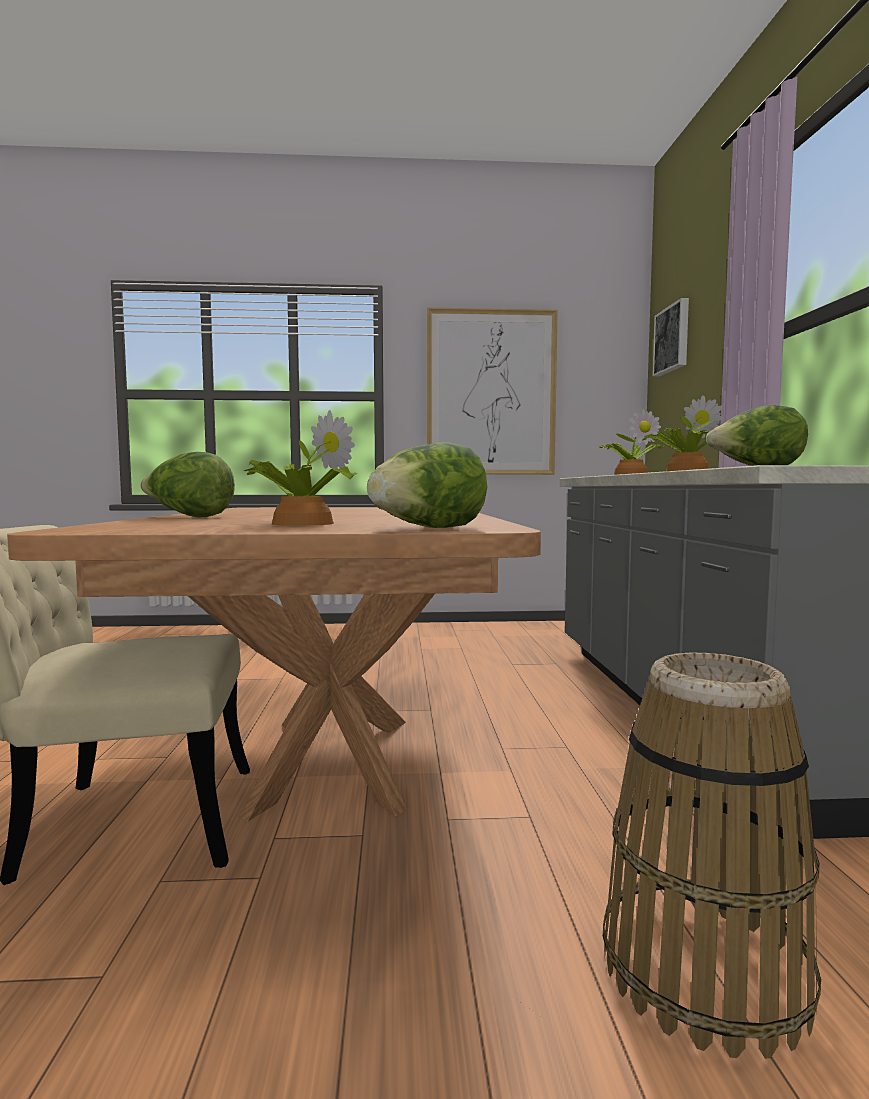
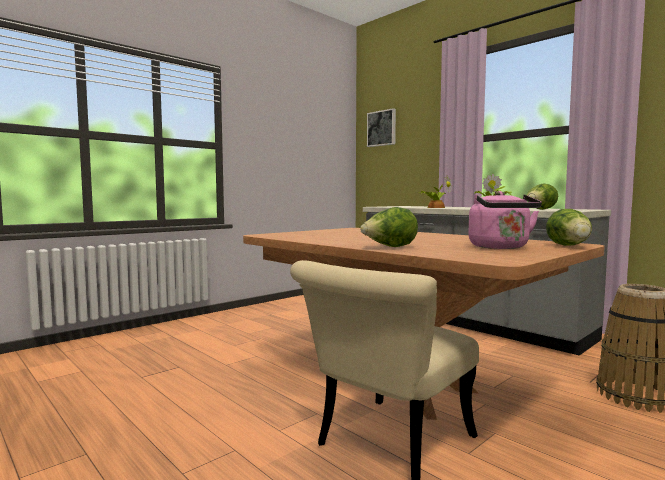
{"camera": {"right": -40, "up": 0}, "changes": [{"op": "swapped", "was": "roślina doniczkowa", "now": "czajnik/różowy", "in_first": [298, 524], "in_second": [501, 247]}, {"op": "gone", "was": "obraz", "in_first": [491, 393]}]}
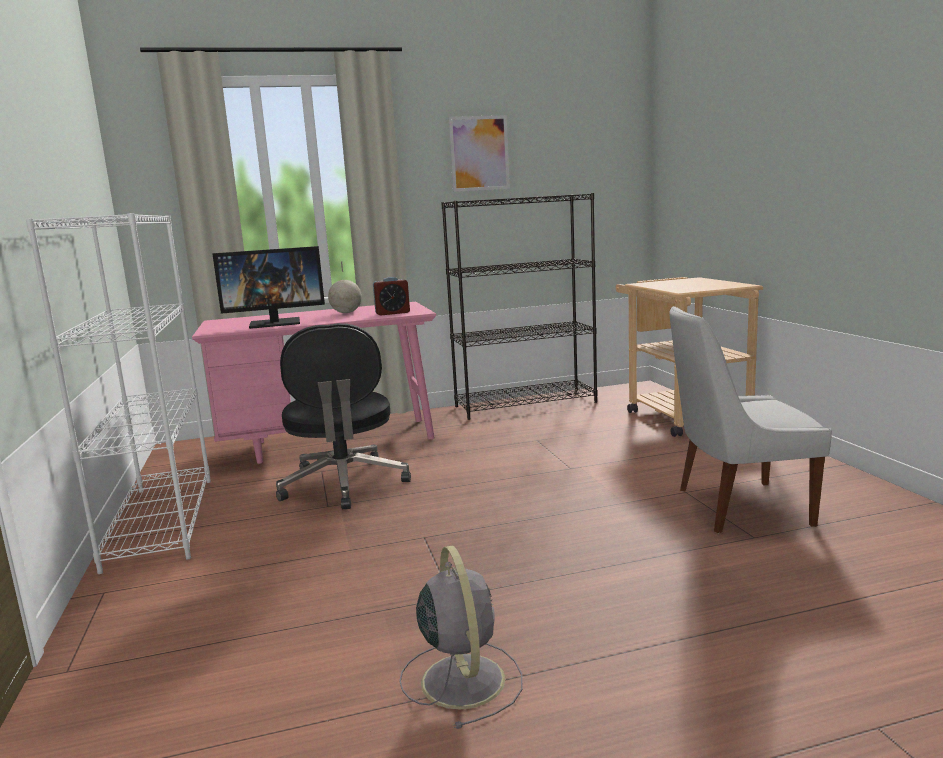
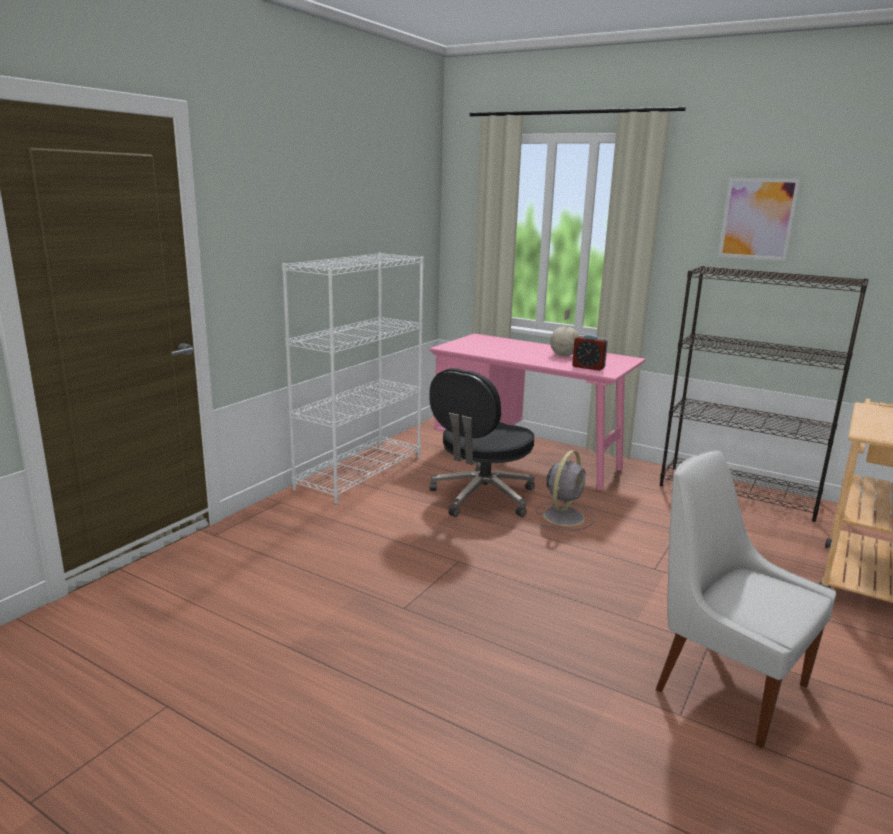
{"camera": {"right": 45, "up": 5}, "changes": [{"op": "gone", "was": "monitor", "in_first": [275, 323]}, {"op": "shifted", "was": "wentylator/szary", "in_first": [462, 678], "in_second": [564, 516]}]}
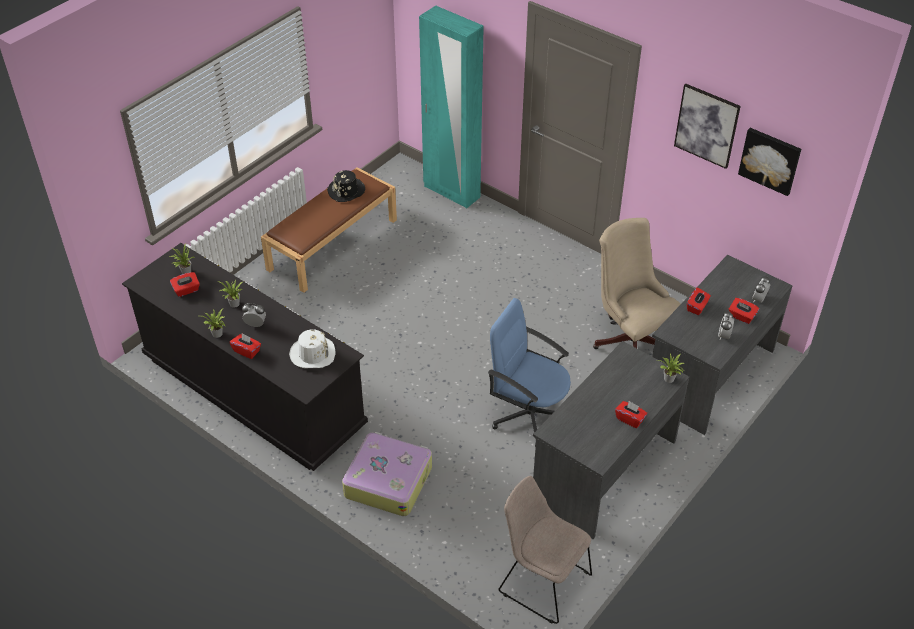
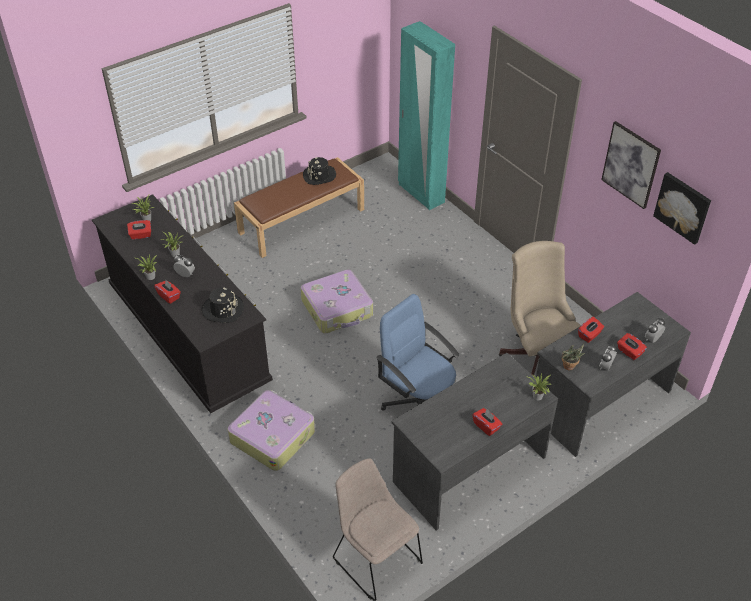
{"camera": {"right": 15, "up": 0}, "changes": [{"op": "repainted", "was": "kapelusz/biały", "now": "kapelusz/czarny", "in_first": [312, 354], "in_second": [223, 309]}, {"op": "new", "now": "walizka", "in_second": [338, 309]}, {"op": "new", "now": "roślina doniczkowa", "in_second": [570, 367]}]}
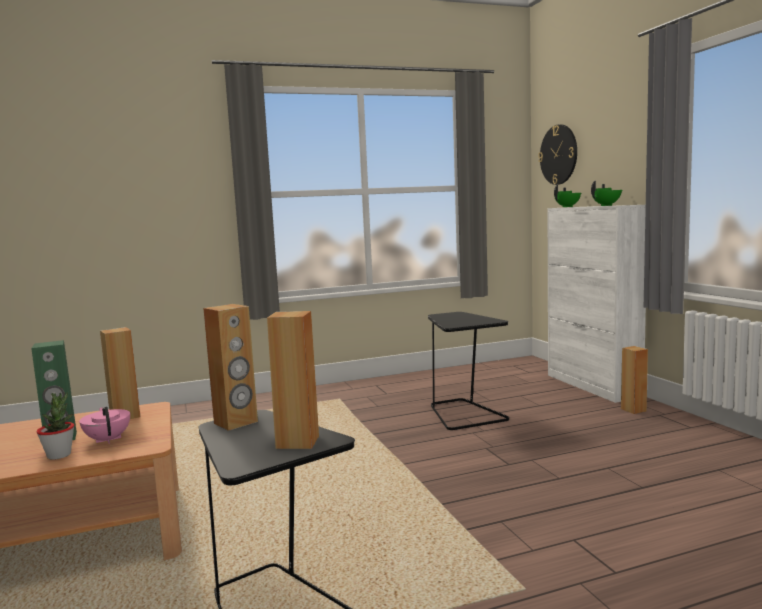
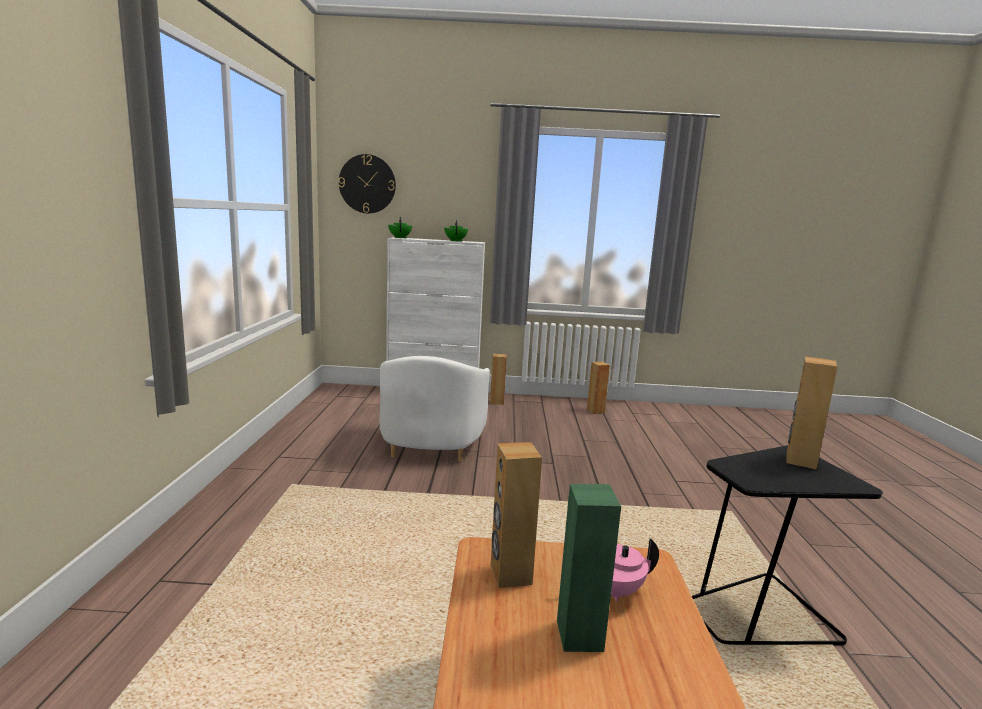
{"camera": {"right": -70, "up": 5}, "changes": [{"op": "gone", "was": "roślina doniczkowa", "in_first": [59, 455]}, {"op": "shifted", "was": "głośnik/brązowy", "in_first": [236, 422], "in_second": [595, 411]}, {"op": "swapped", "was": "stolik/czarny", "now": "fotel/biały", "in_first": [463, 414], "in_second": [431, 446]}]}
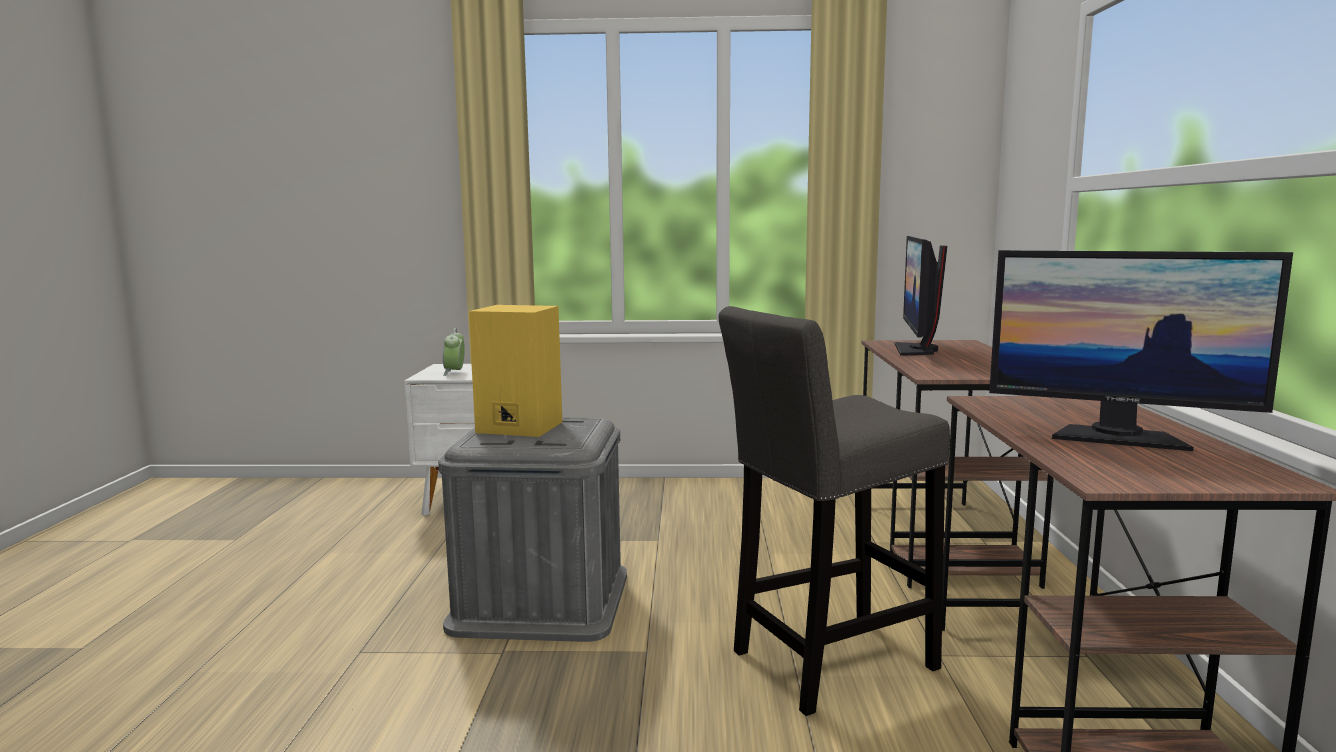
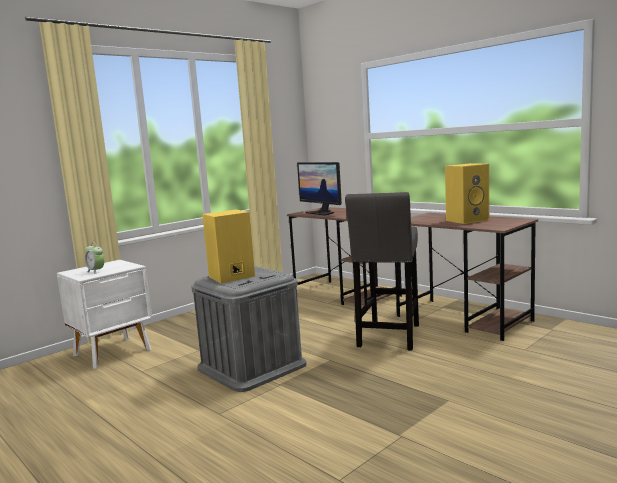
{"camera": {"right": -45, "up": 0}, "changes": [{"op": "swapped", "was": "monitor", "now": "głośnik/żółty", "in_first": [1117, 437], "in_second": [467, 220]}]}
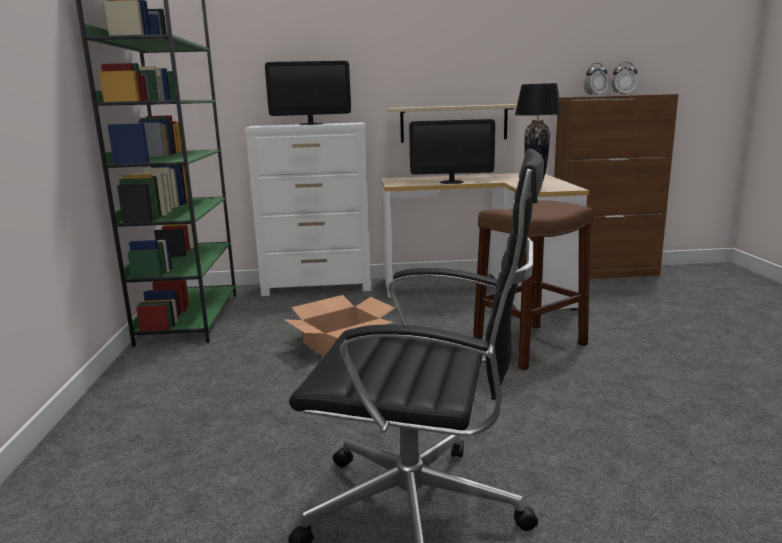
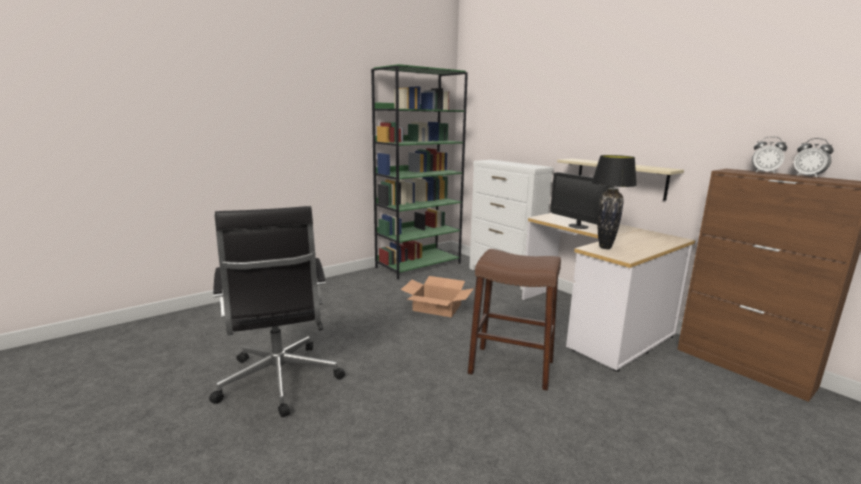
{"camera": {"right": 55, "up": 0}, "changes": [{"op": "gone", "was": "monitor", "in_first": [310, 124]}]}
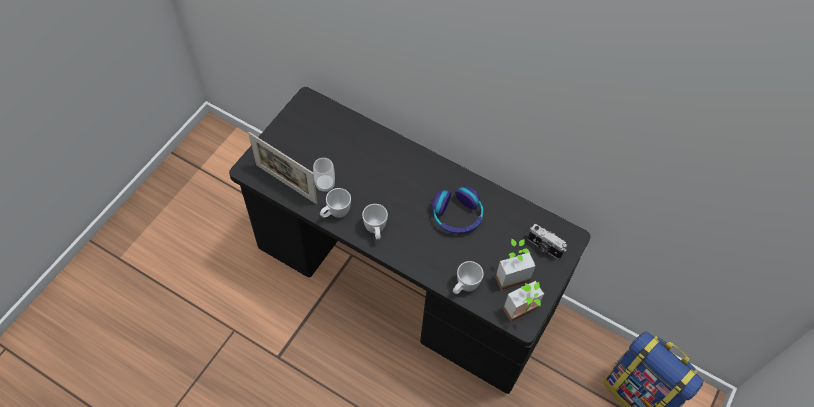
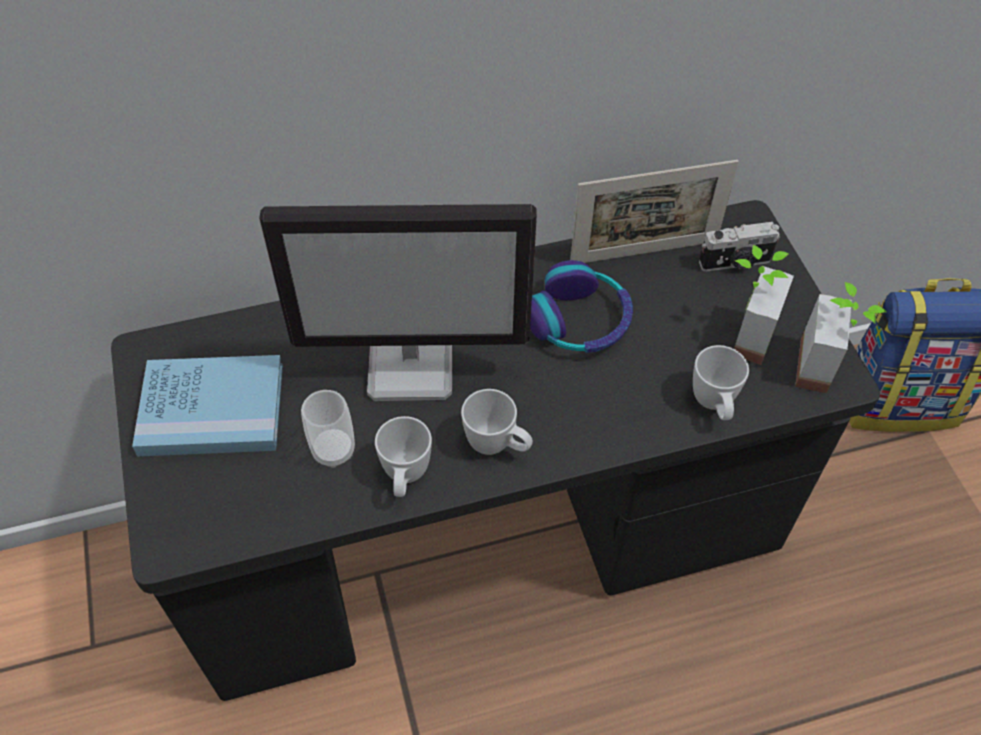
{"camera": {"right": -45, "up": -5}, "changes": [{"op": "shifted", "was": "ramka na zdjęcie", "in_first": [286, 184], "in_second": [644, 252]}, {"op": "new", "now": "książka/niebieski", "in_second": [212, 409]}, {"op": "new", "now": "monitor", "in_second": [413, 366]}]}
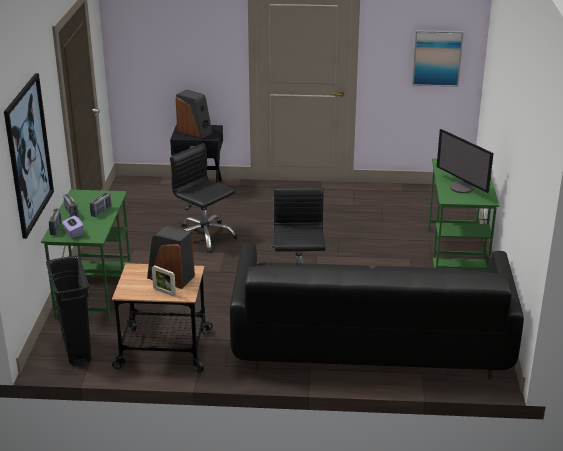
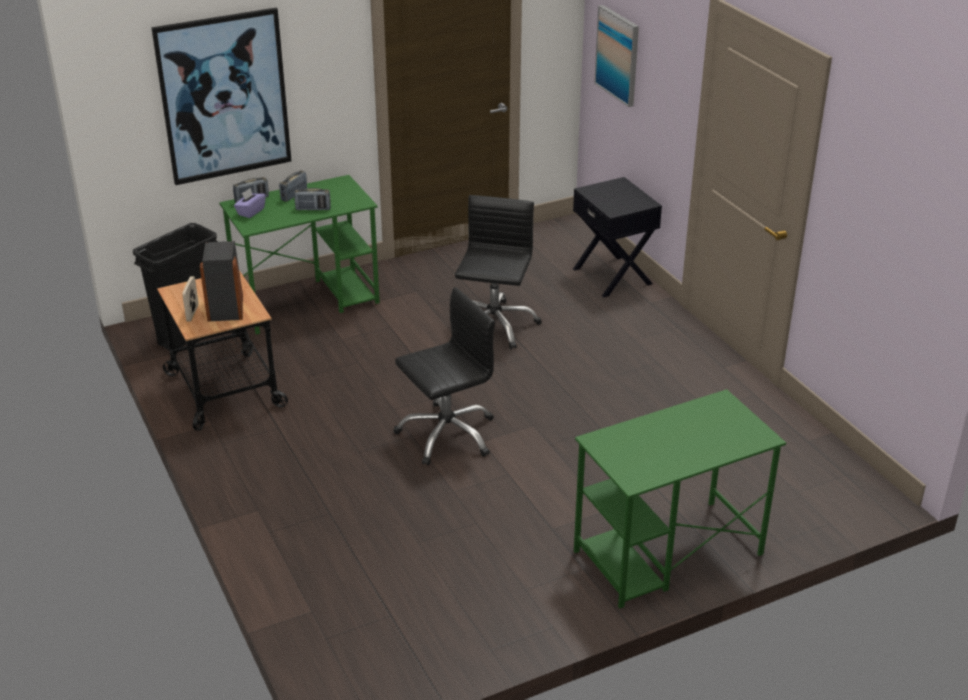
{"camera": {"right": 60, "up": 5}, "changes": [{"op": "gone", "was": "głośnik", "in_first": [195, 132]}, {"op": "gone", "was": "kanapa/czarny", "in_first": [370, 344]}, {"op": "shifted", "was": "obraz", "in_first": [437, 58], "in_second": [618, 55]}, {"op": "gone", "was": "monitor", "in_first": [462, 188]}]}
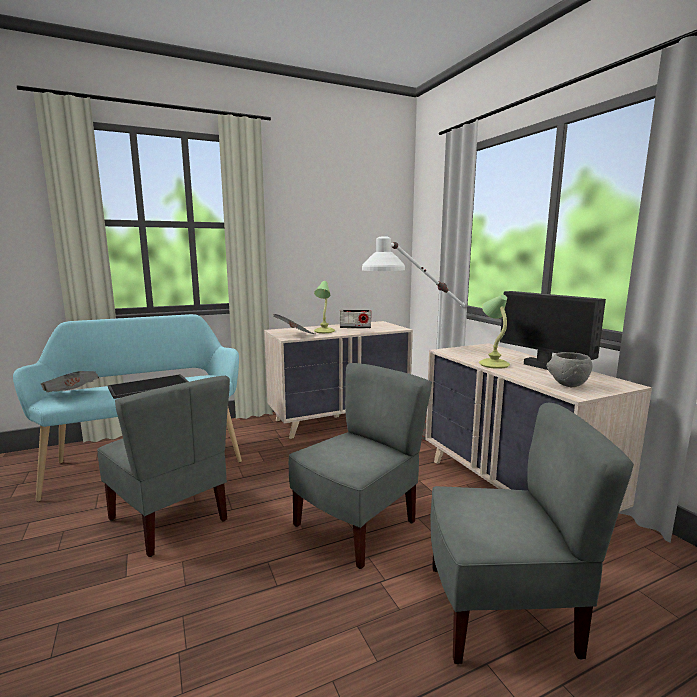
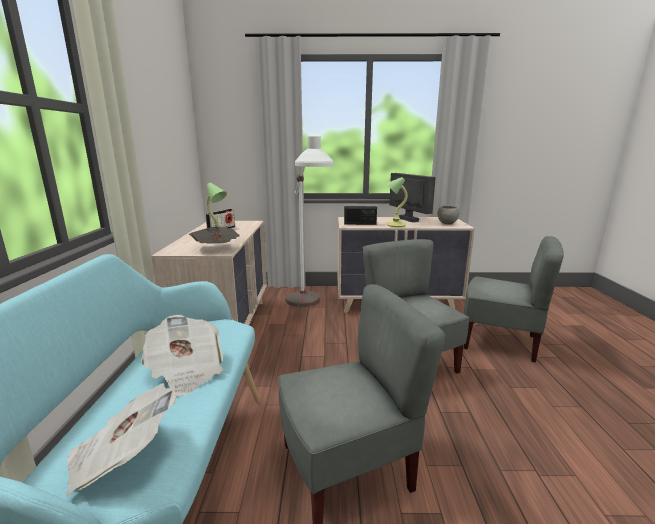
{"camera": {"right": -65, "up": 5}, "changes": [{"op": "swapped", "was": "taca", "now": "gazeta", "in_first": [149, 387], "in_second": [186, 371]}, {"op": "rotated", "was": "krzesło/szary", "in_first": [501, 612], "in_second": [500, 341], "clockwise": 90}, {"op": "rotated", "was": "monitor", "in_first": [544, 366], "in_second": [407, 220], "clockwise": -105}, {"op": "new", "now": "radio", "in_second": [360, 224]}]}
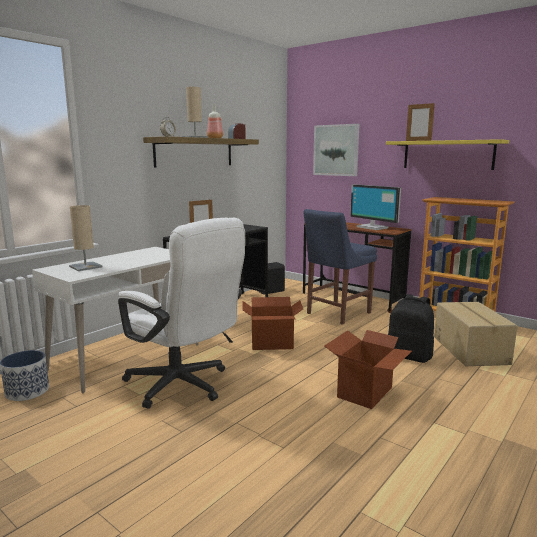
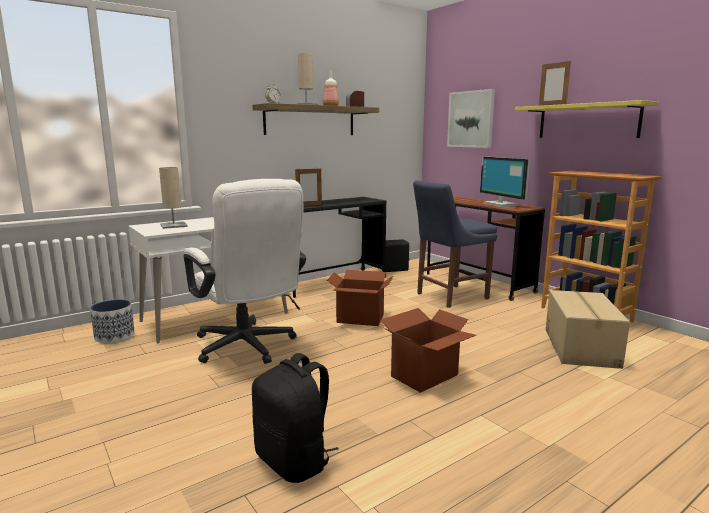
{"camera": {"right": 15, "up": 0}, "changes": [{"op": "shifted", "was": "plecak/czarny", "in_first": [409, 356], "in_second": [294, 461]}]}
